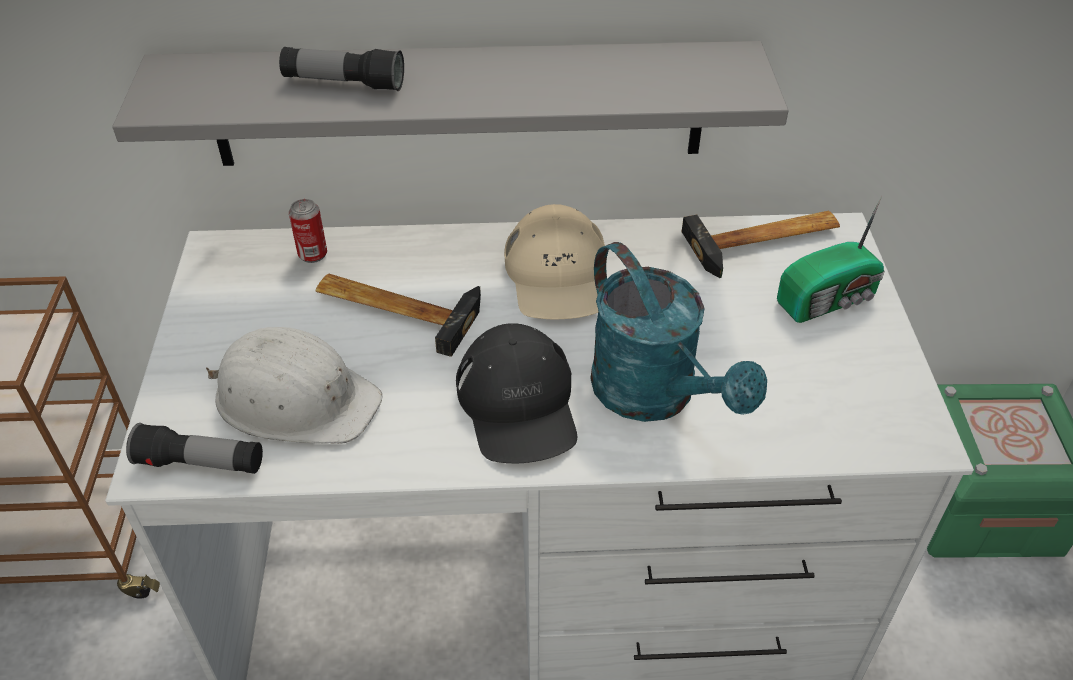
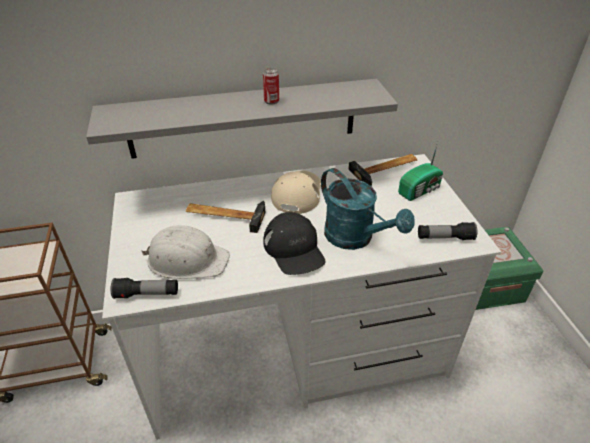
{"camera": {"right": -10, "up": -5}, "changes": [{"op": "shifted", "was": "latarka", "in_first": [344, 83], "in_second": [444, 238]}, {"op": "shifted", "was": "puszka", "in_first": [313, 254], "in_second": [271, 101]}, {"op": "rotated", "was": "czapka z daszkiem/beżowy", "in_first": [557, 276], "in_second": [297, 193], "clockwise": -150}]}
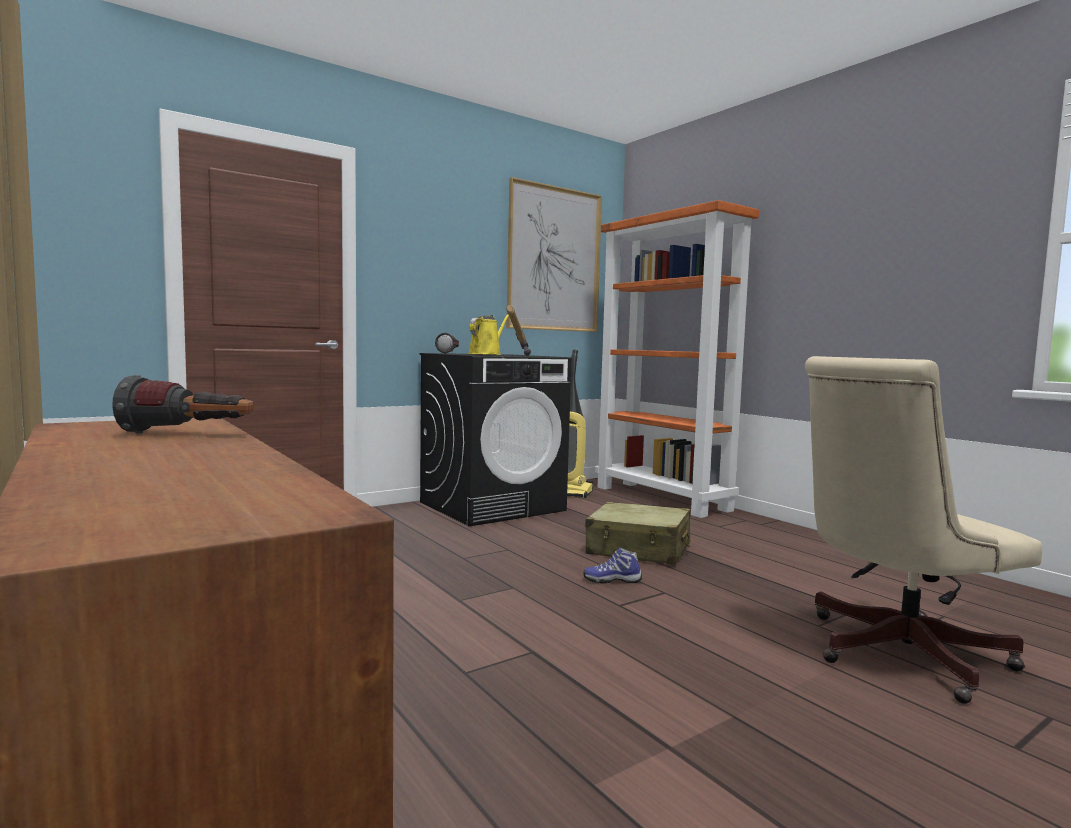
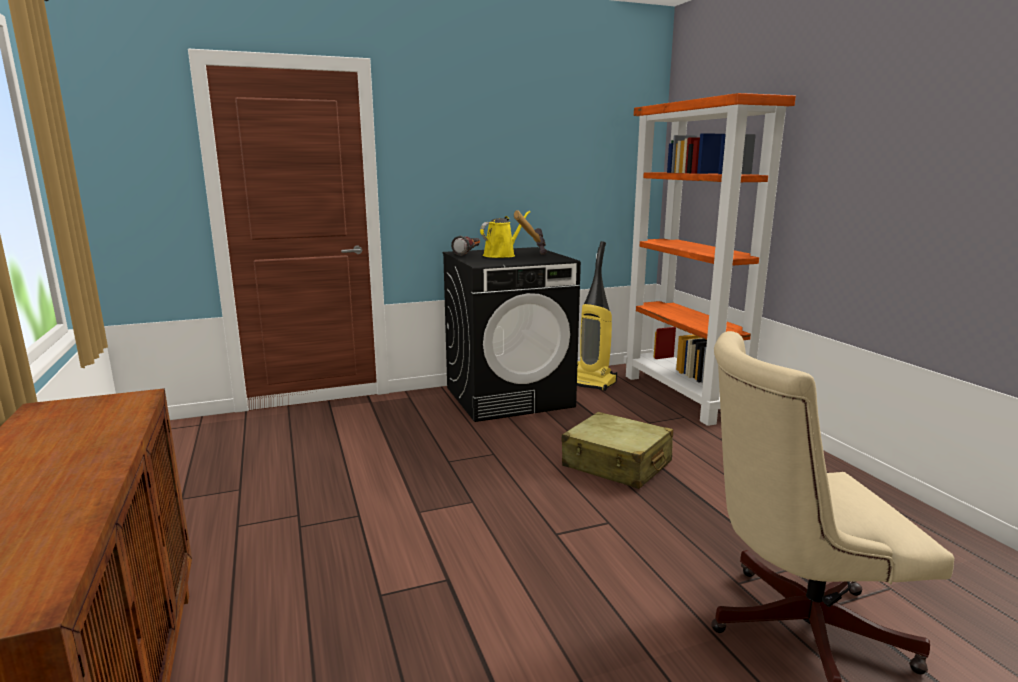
{"camera": {"right": 15, "up": 10}, "changes": [{"op": "gone", "was": "latarka", "in_first": [188, 434]}, {"op": "gone", "was": "obraz", "in_first": [554, 259]}, {"op": "gone", "was": "but", "in_first": [612, 580]}]}
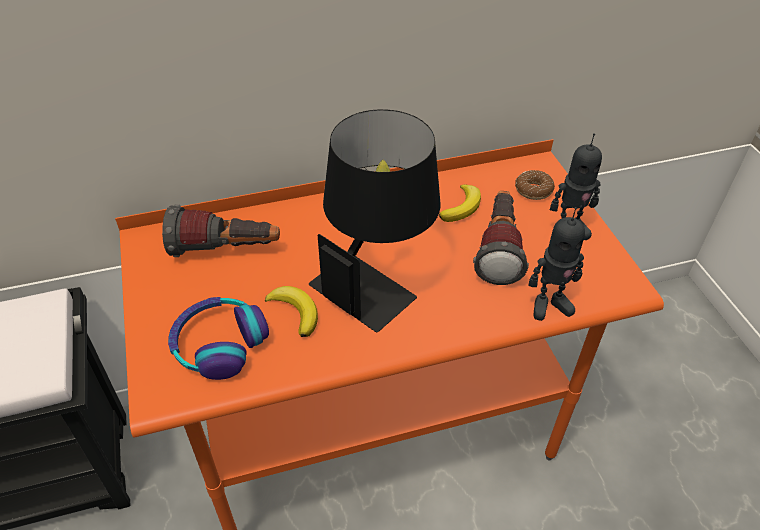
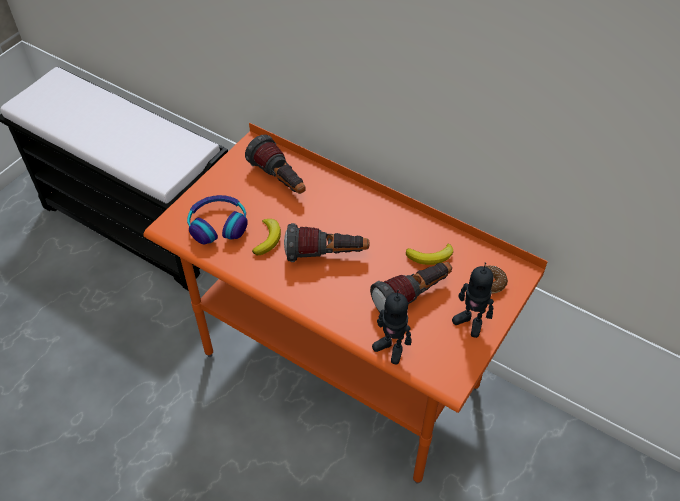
{"camera": {"right": 50, "up": 5}, "changes": [{"op": "swapped", "was": "lampa stołowa/czarny", "now": "latarka", "in_first": [375, 278], "in_second": [326, 255]}]}
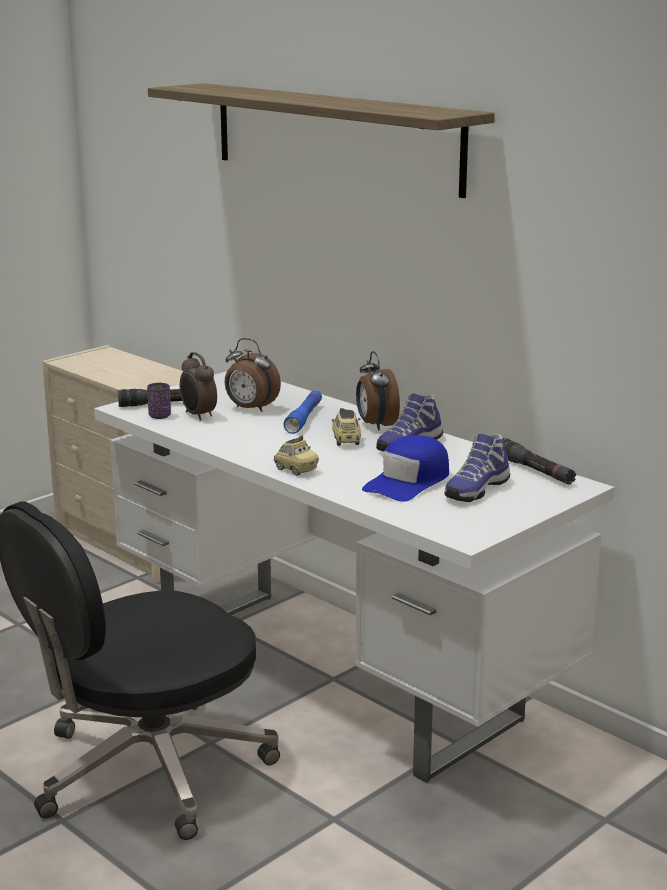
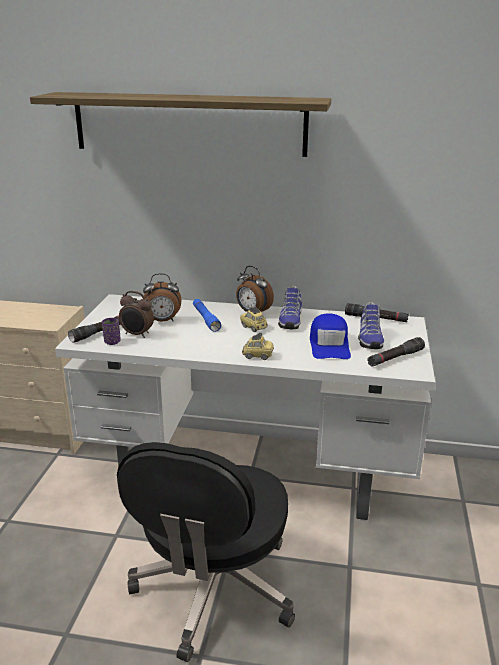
{"camera": {"right": -35, "up": 5}, "changes": [{"op": "new", "now": "latarka/czarny", "in_second": [395, 358]}]}
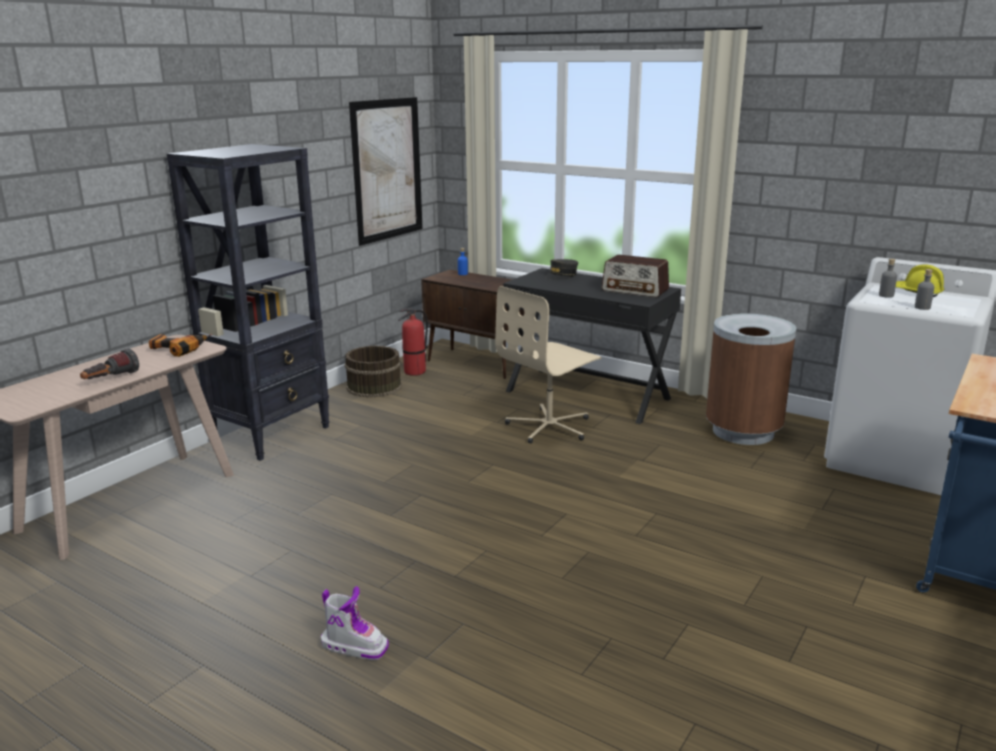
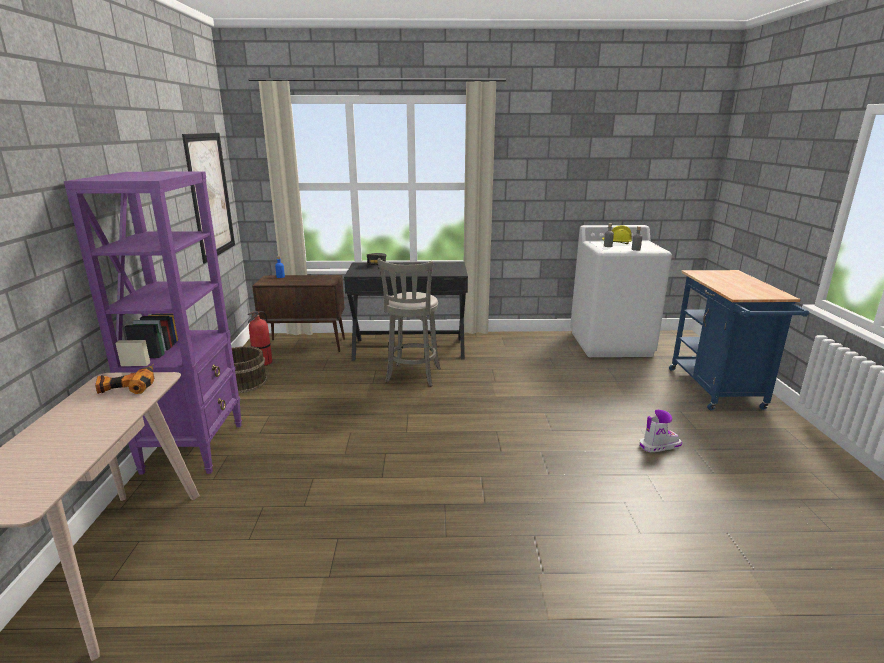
{"camera": {"right": -35, "up": 0}, "changes": [{"op": "gone", "was": "latarka", "in_first": [110, 379]}, {"op": "repainted", "was": "regał/czarny", "now": "regał/fioletowy", "in_first": [272, 434], "in_second": [194, 447]}, {"op": "shifted", "was": "but z cholewką", "in_first": [354, 646], "in_second": [659, 445]}, {"op": "swapped", "was": "krzesło biurowe/beżowy", "now": "stołek/szary", "in_first": [550, 427], "in_second": [412, 376]}, {"op": "gone", "was": "radio", "in_first": [635, 290]}, {"op": "gone", "was": "kosz na śmieci/brązowy", "in_first": [743, 432]}]}
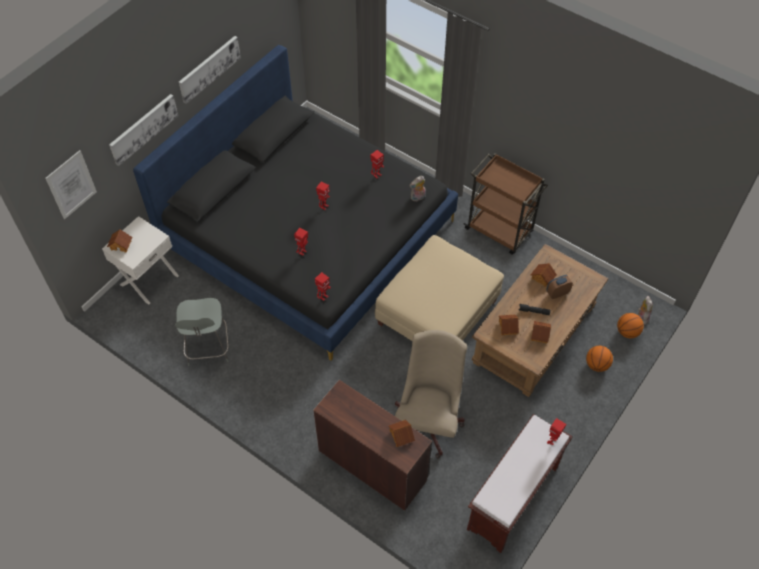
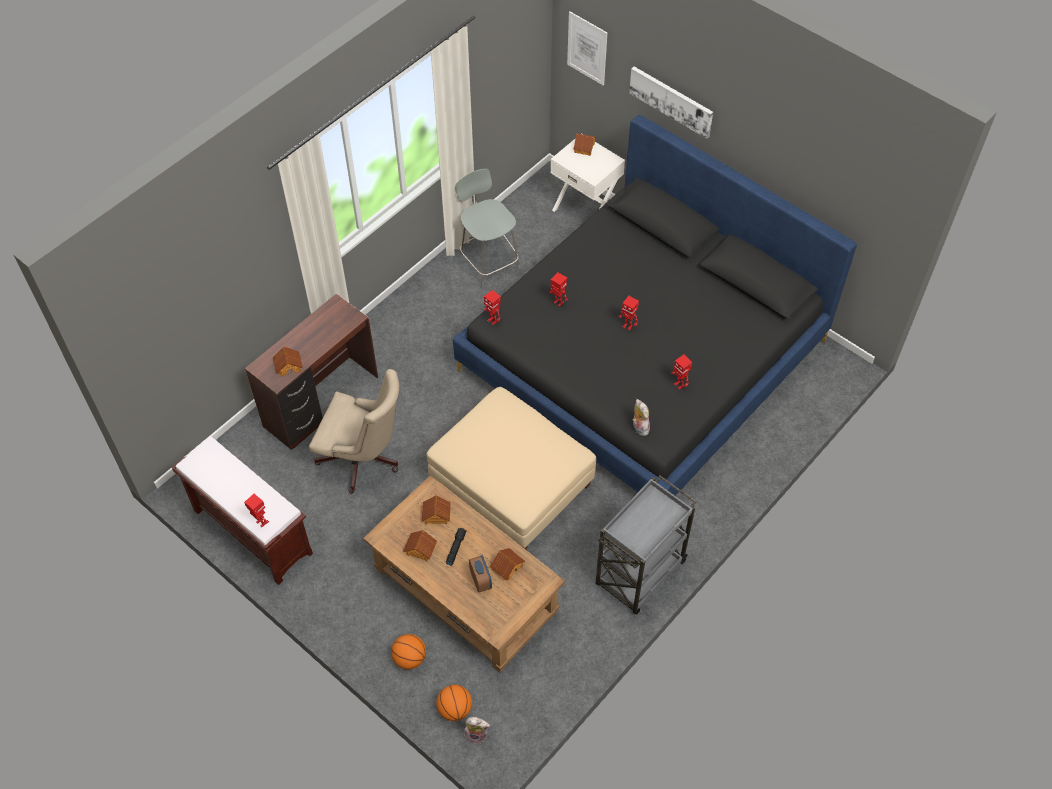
{"camera": {"right": 95, "up": 0}, "changes": [{"op": "rotated", "was": "krzesło/szary", "in_first": [208, 348], "in_second": [488, 261], "clockwise": 60}, {"op": "gone", "was": "obraz", "in_first": [209, 68]}, {"op": "repainted", "was": "wózek/brązowy", "now": "wózek/szary", "in_first": [500, 231], "in_second": [639, 575]}]}
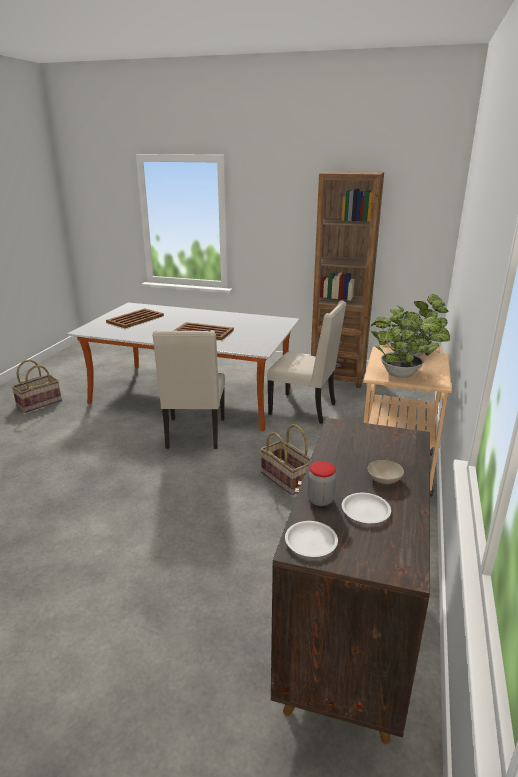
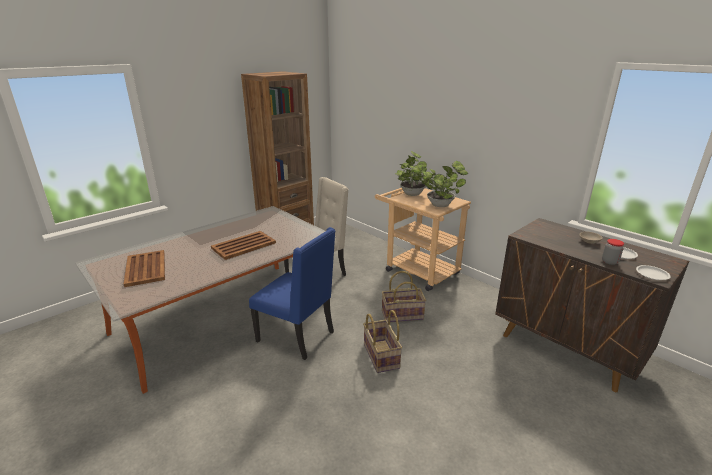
{"camera": {"right": -60, "up": 0}, "changes": [{"op": "shifted", "was": "koszyk", "in_first": [39, 403], "in_second": [380, 356]}, {"op": "repainted", "was": "krzesło/beżowy", "now": "krzesło/niebieski", "in_first": [195, 434], "in_second": [298, 336]}]}
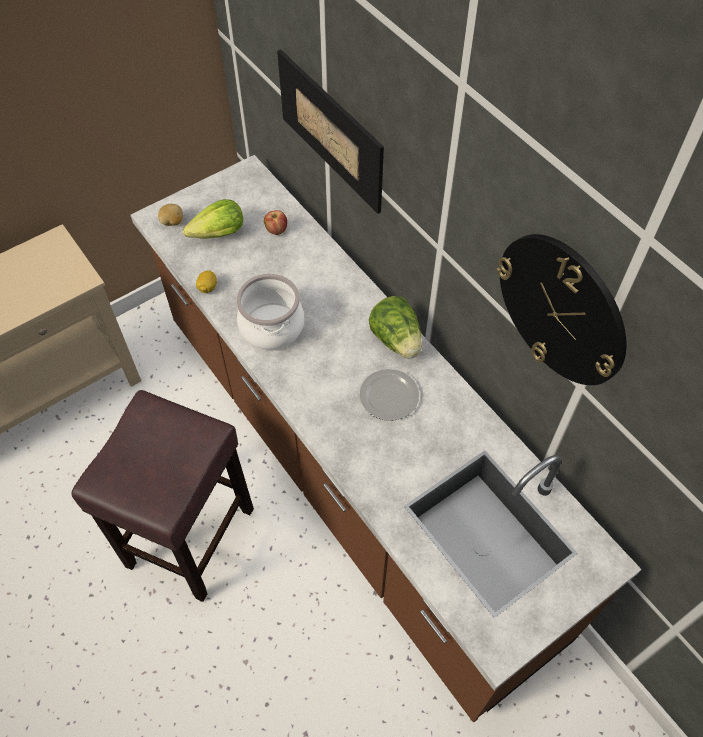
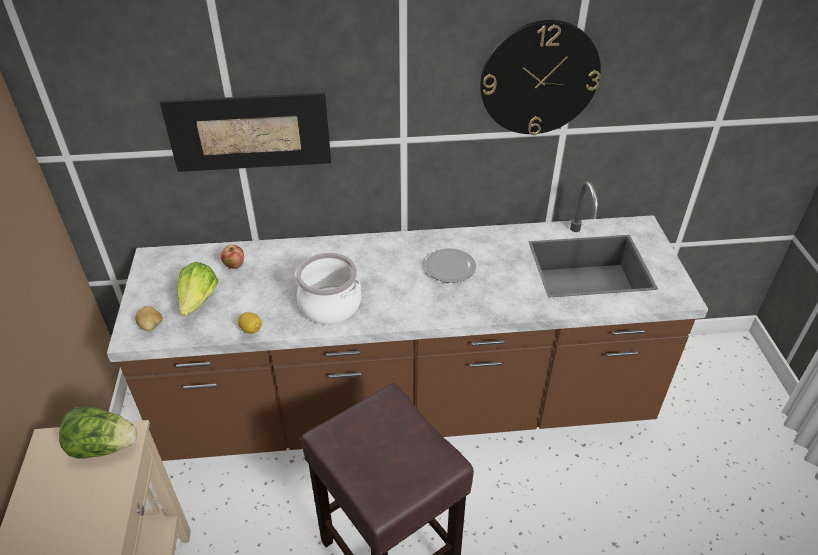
{"camera": {"right": -60, "up": -15}, "changes": [{"op": "shifted", "was": "sałata", "in_first": [397, 340], "in_second": [104, 446]}]}
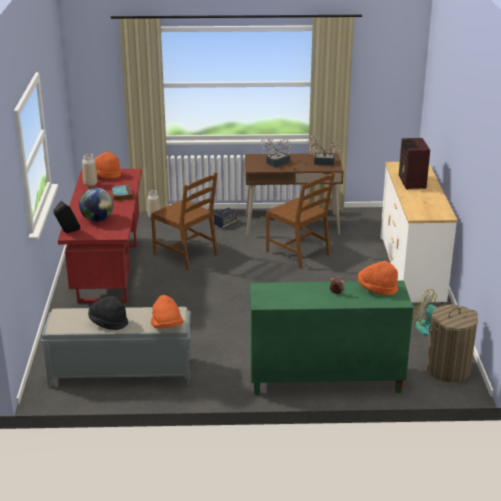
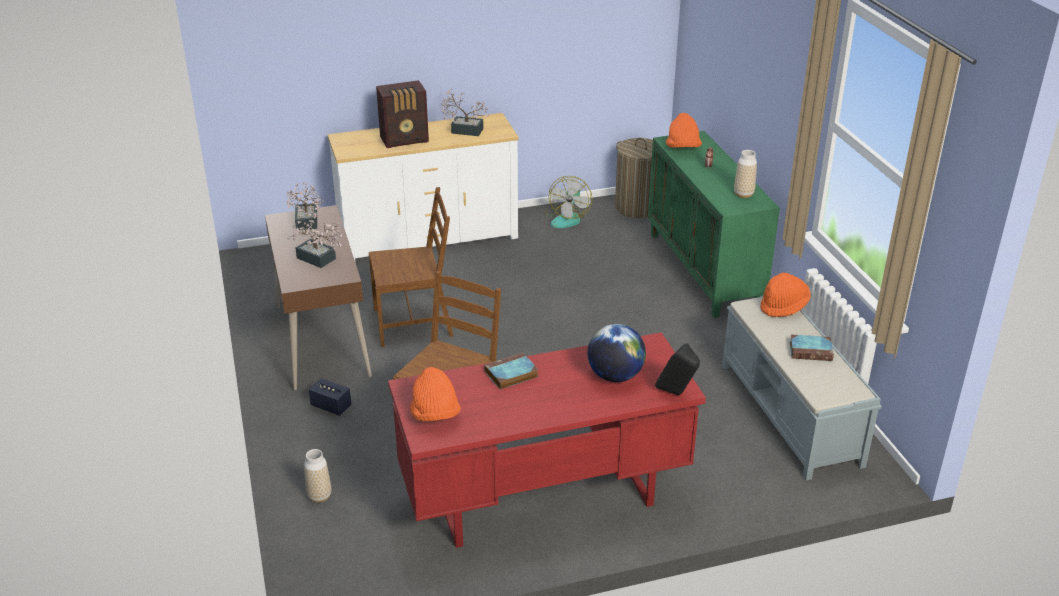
{"camera": {"right": -105, "up": 5}, "changes": [{"op": "shifted", "was": "wazon", "in_first": [90, 184], "in_second": [743, 194]}, {"op": "swapped", "was": "kapelusz/czarny", "now": "książka", "in_first": [108, 322], "in_second": [811, 351]}, {"op": "rotated", "was": "krzesło/brązowy", "in_first": [299, 253], "in_second": [413, 323], "clockwise": 45}, {"op": "new", "now": "roślina doniczkowa", "in_second": [463, 130]}]}
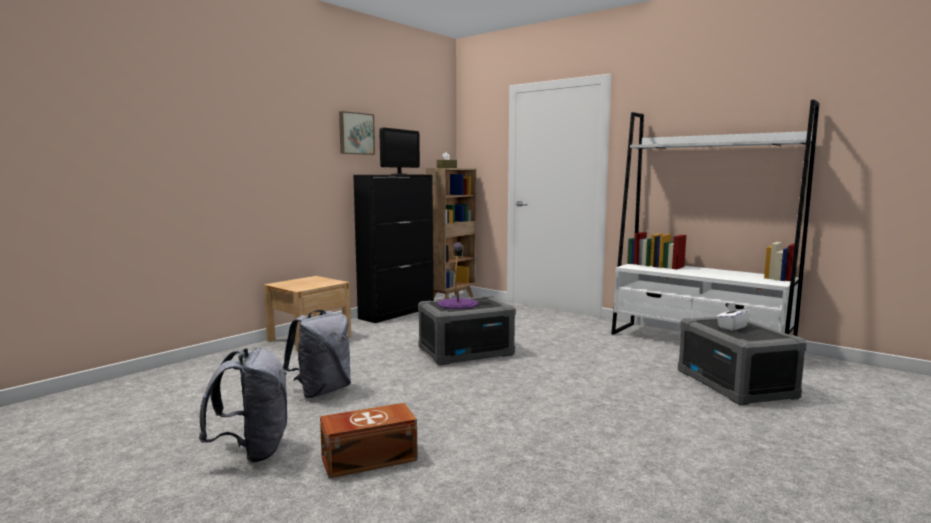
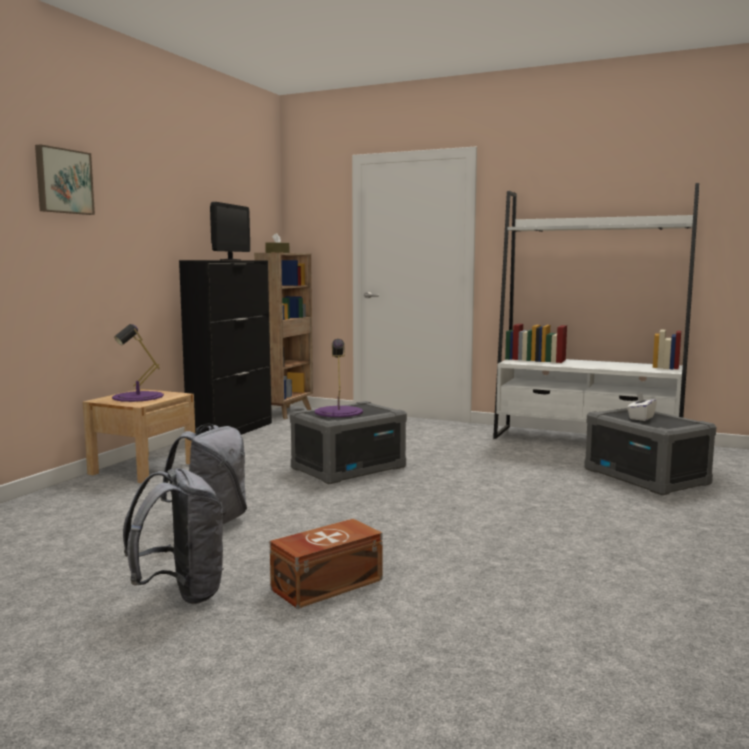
{"camera": {"right": -15, "up": 0}, "changes": [{"op": "shifted", "was": "obraz", "in_first": [355, 133], "in_second": [63, 181]}, {"op": "new", "now": "lampa stołowa/fioletowy", "in_second": [138, 397]}]}
